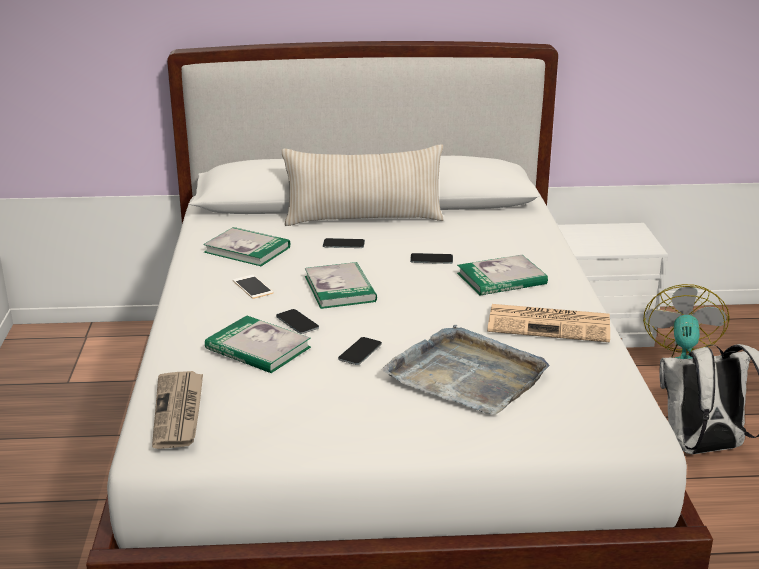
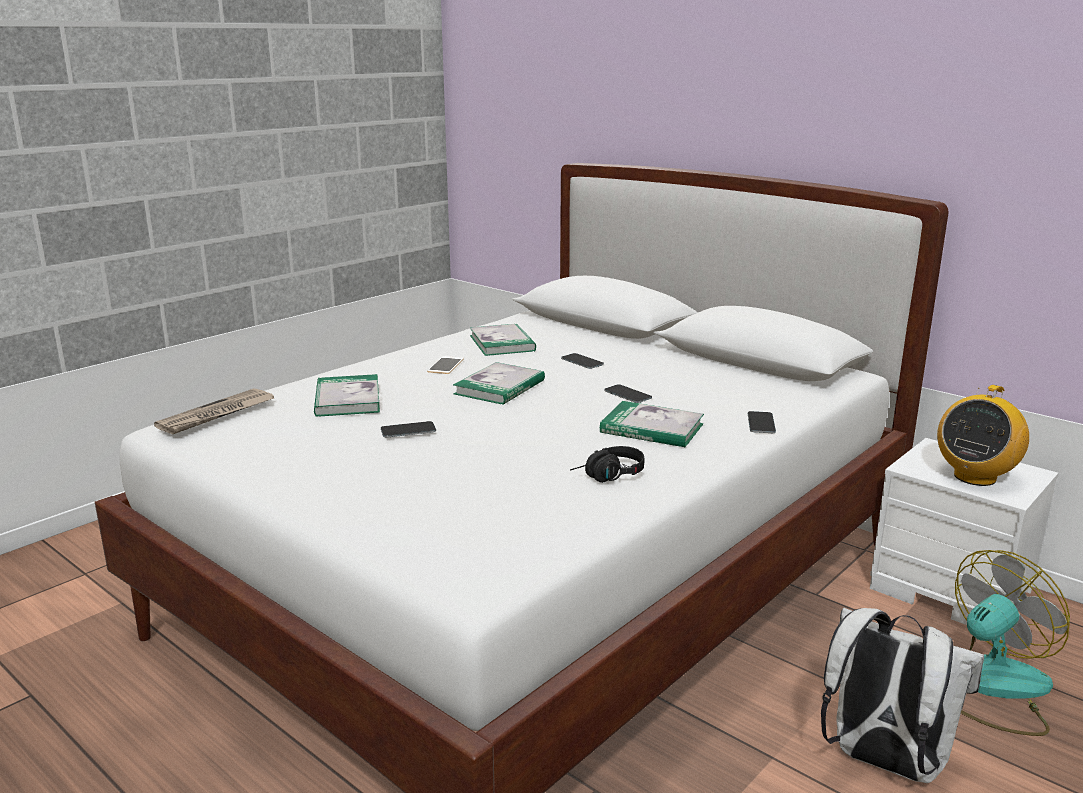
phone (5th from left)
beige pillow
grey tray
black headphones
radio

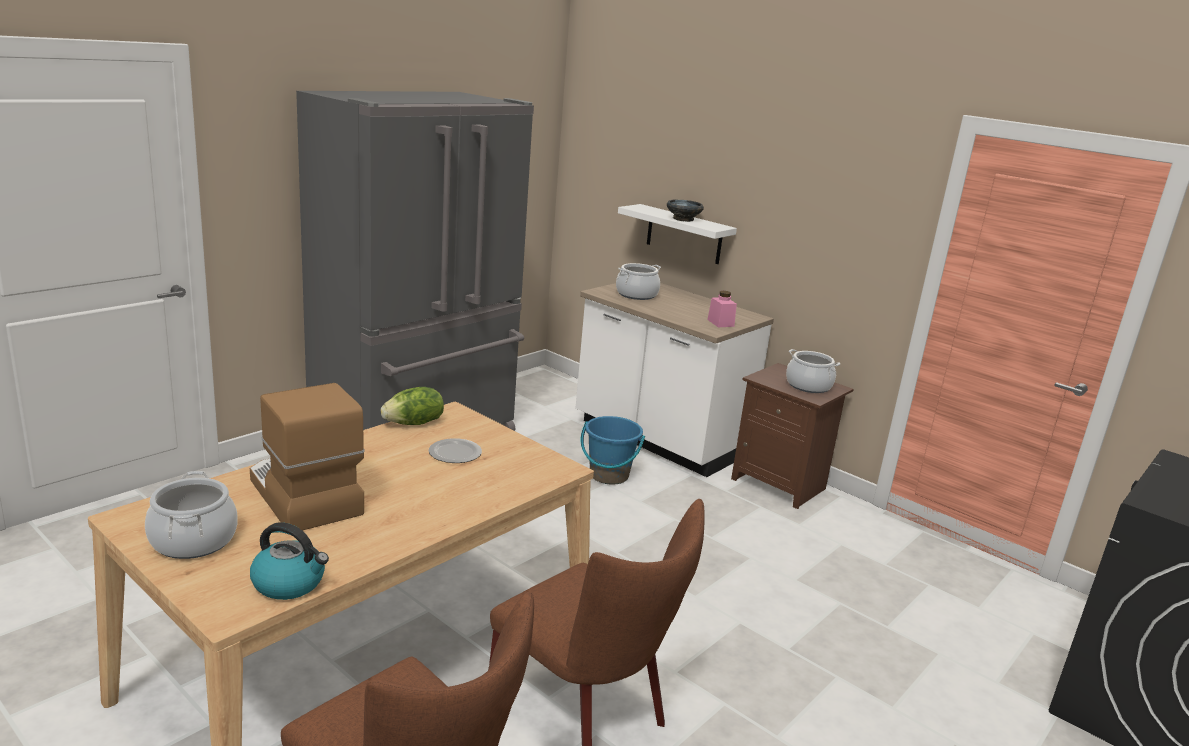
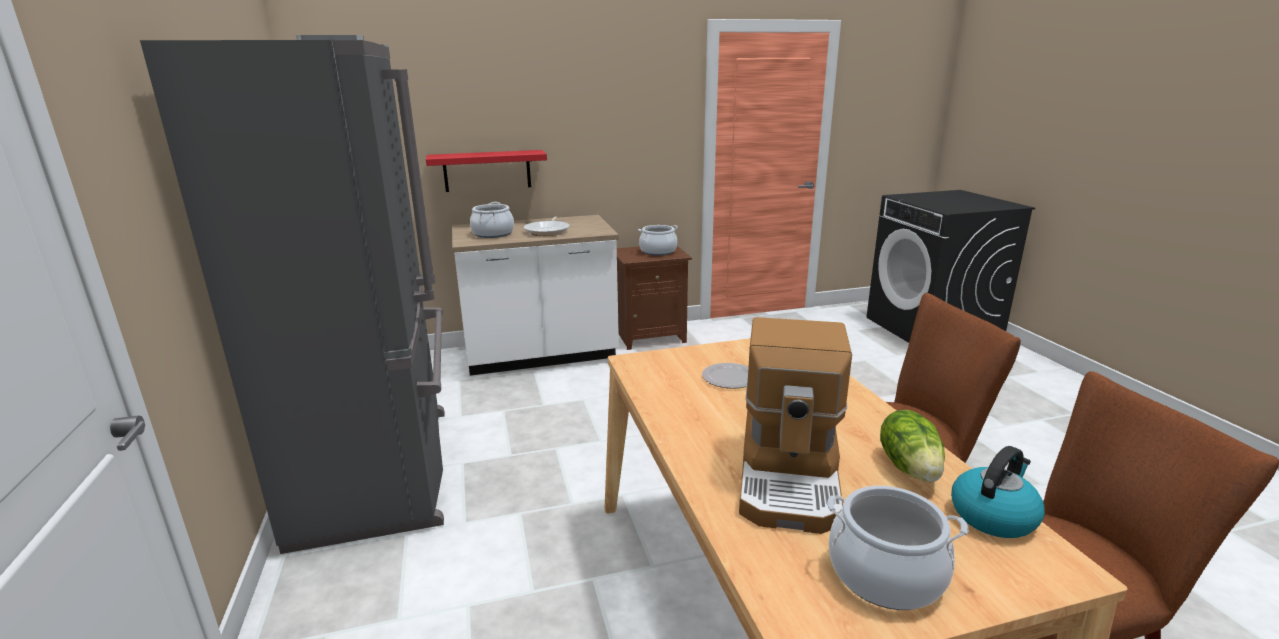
coffee machine
lettuce
blue bucket
red shelf
black bowl
pink jar
frying pan

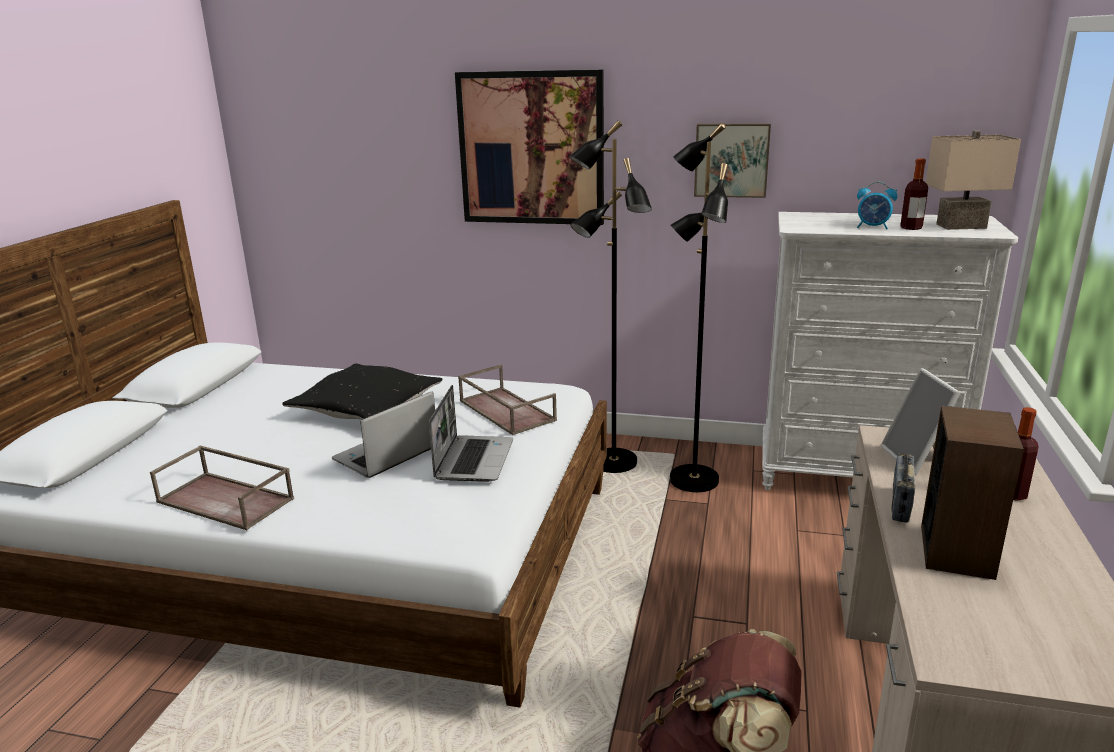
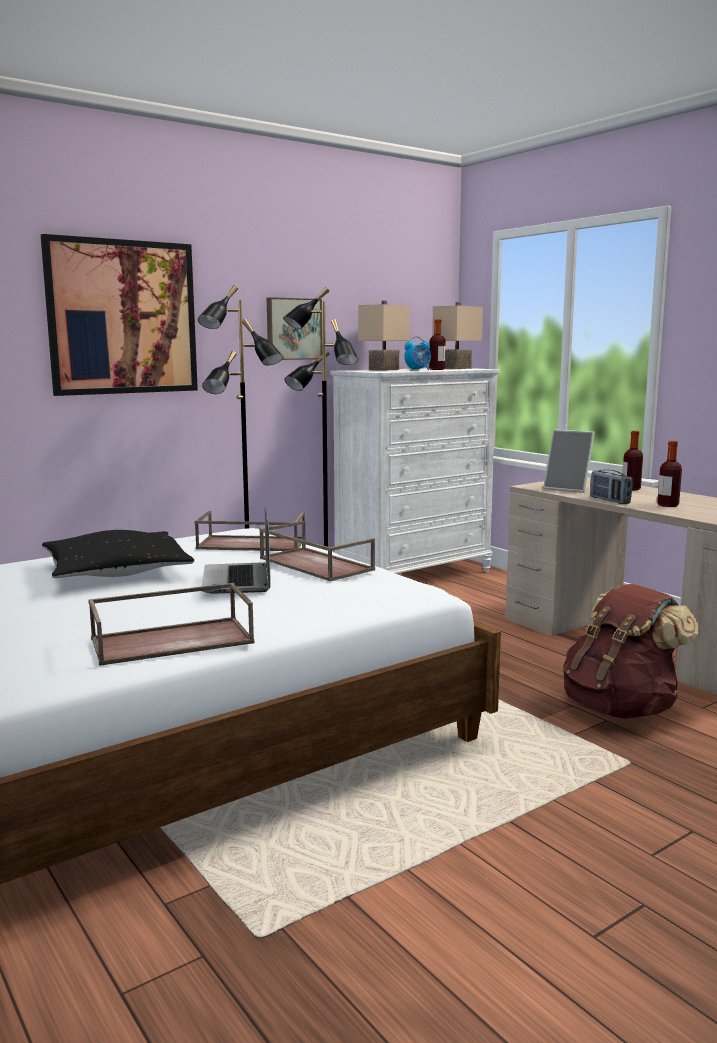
brown tray (3rd from left)
bottle (3rd from left)
beige table lamp (1st from left)

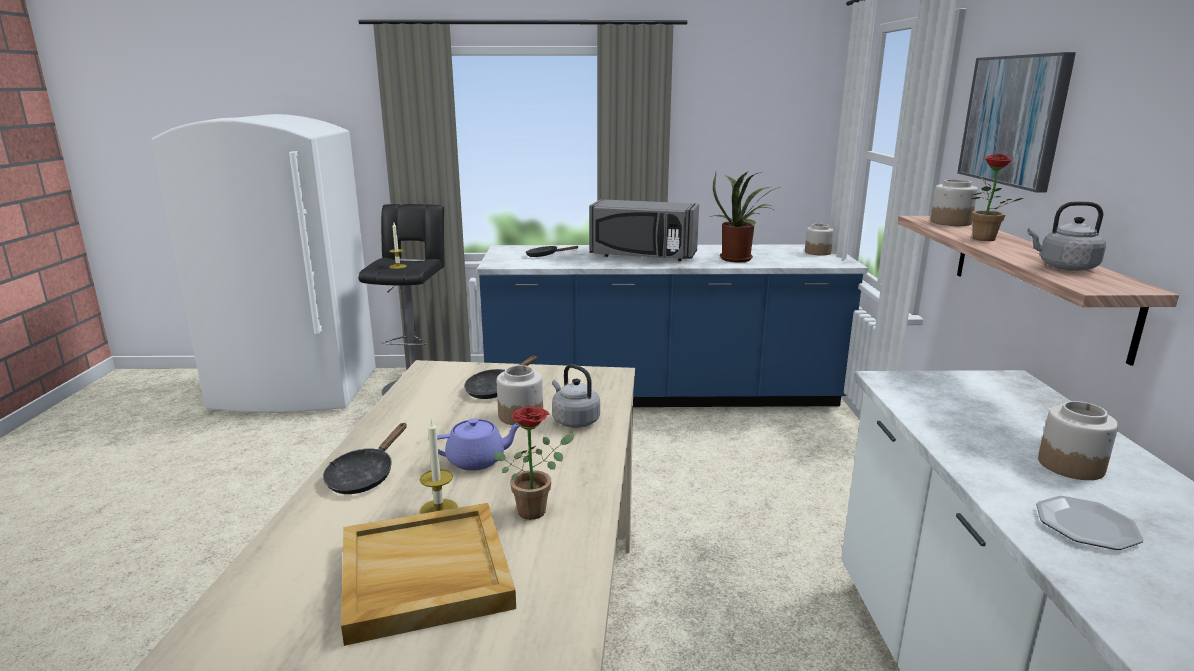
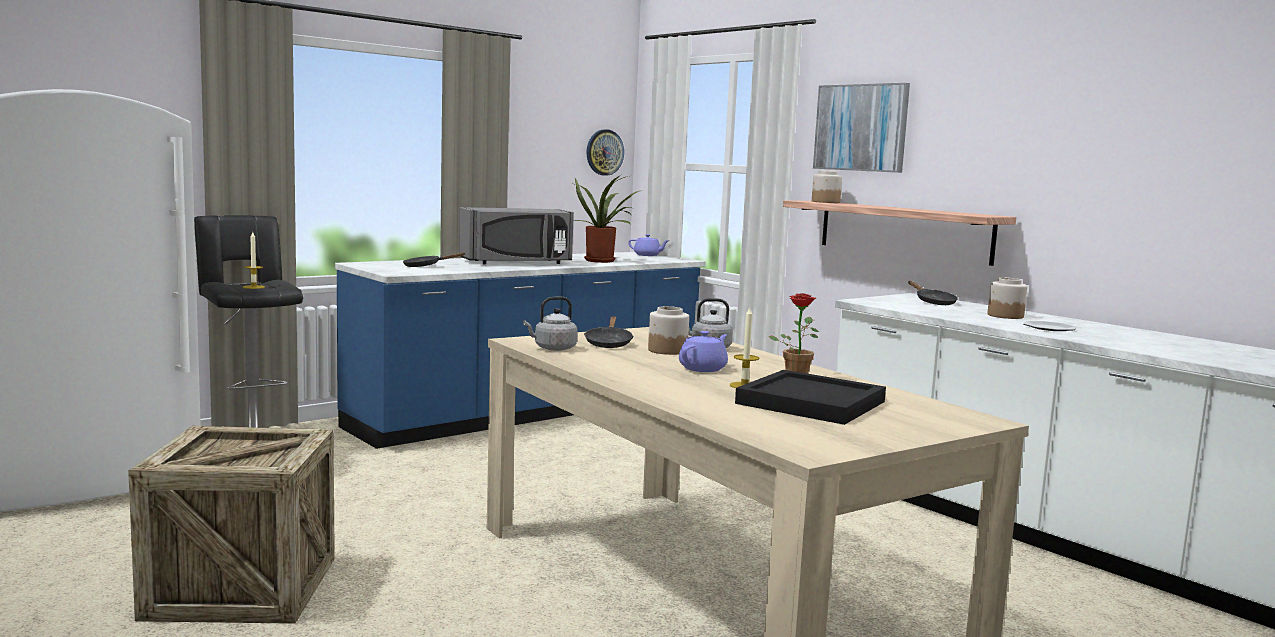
black frying pan (3rd from left)
black tray
purple teapot (1st from left)
potted plant (3rd from left in the first image)
grey kettle (1st from left)
crate
wall clock

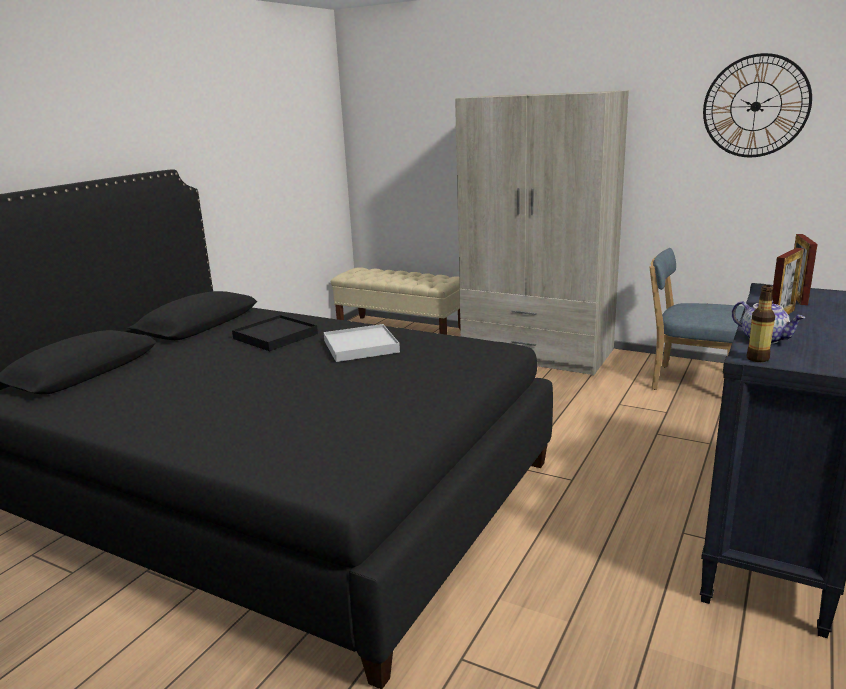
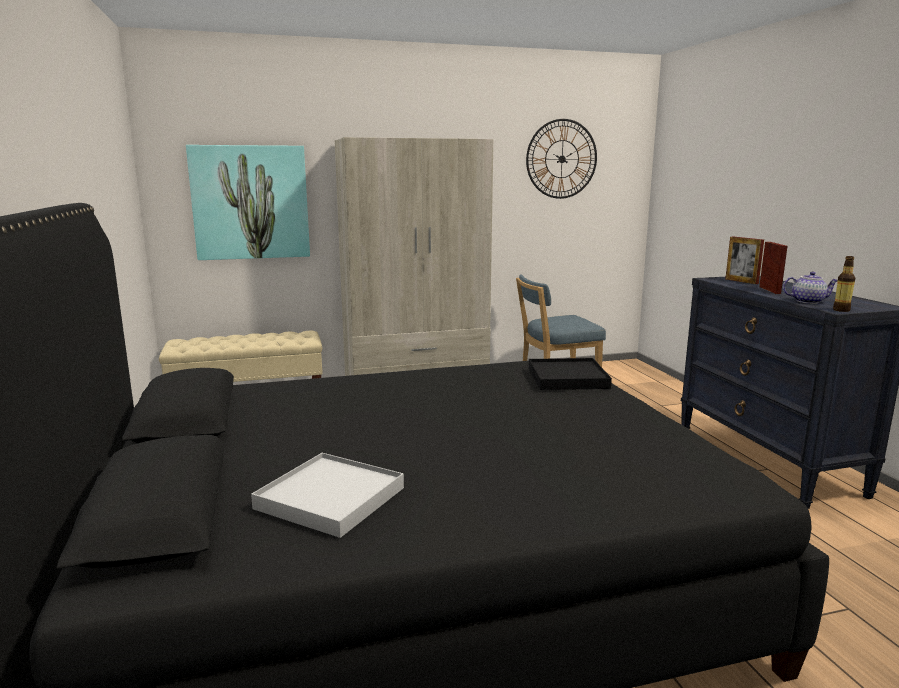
black tray
white tray
picture

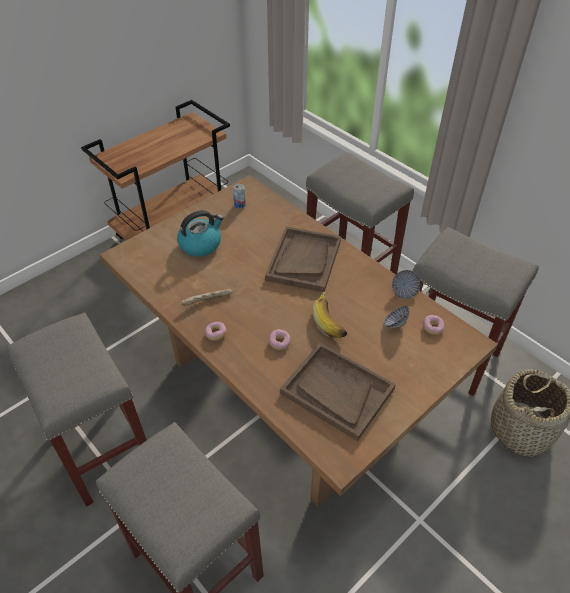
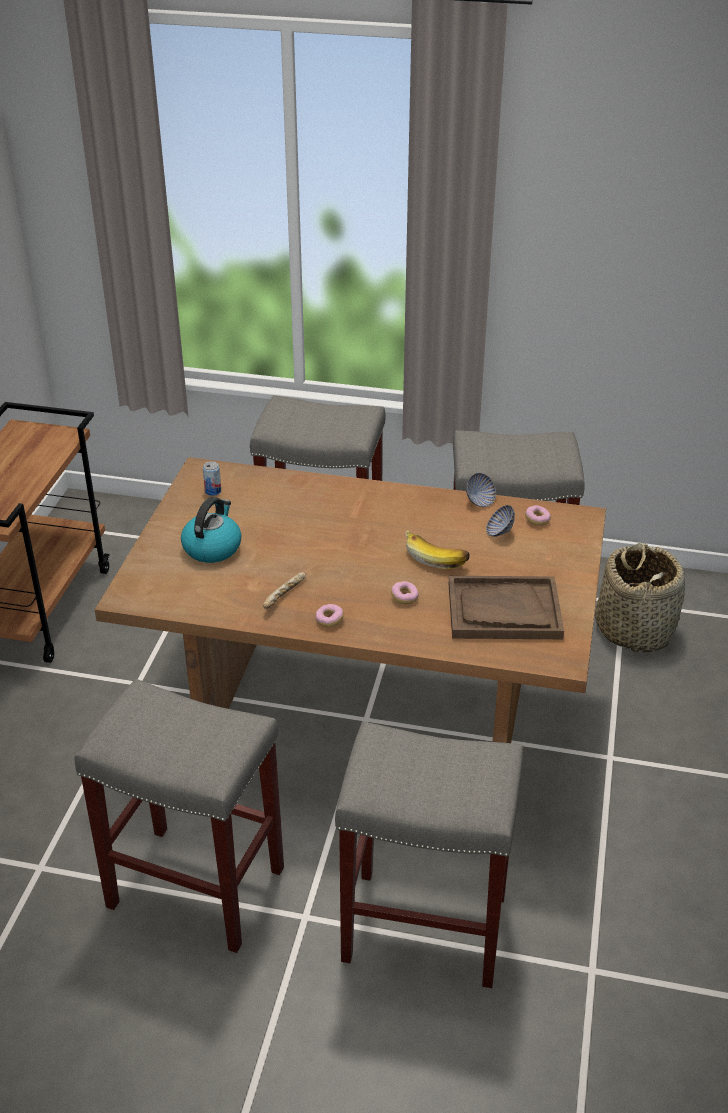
brown tray (1st from left in the first image)

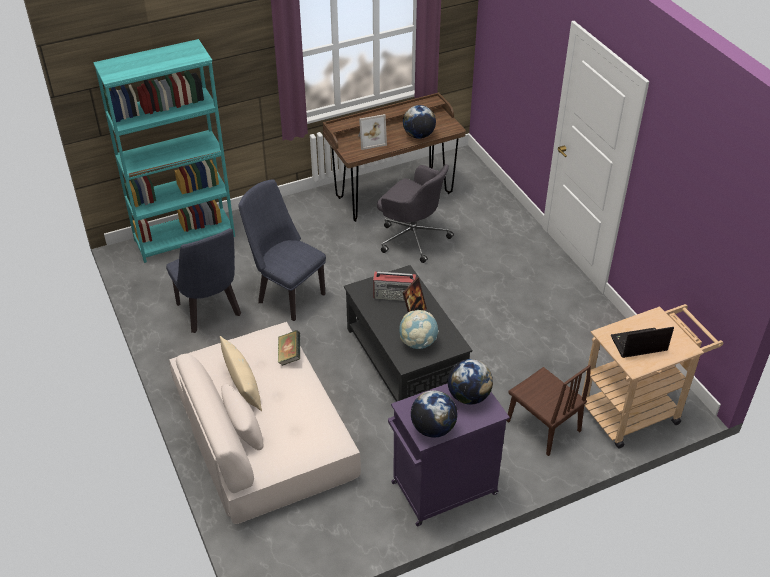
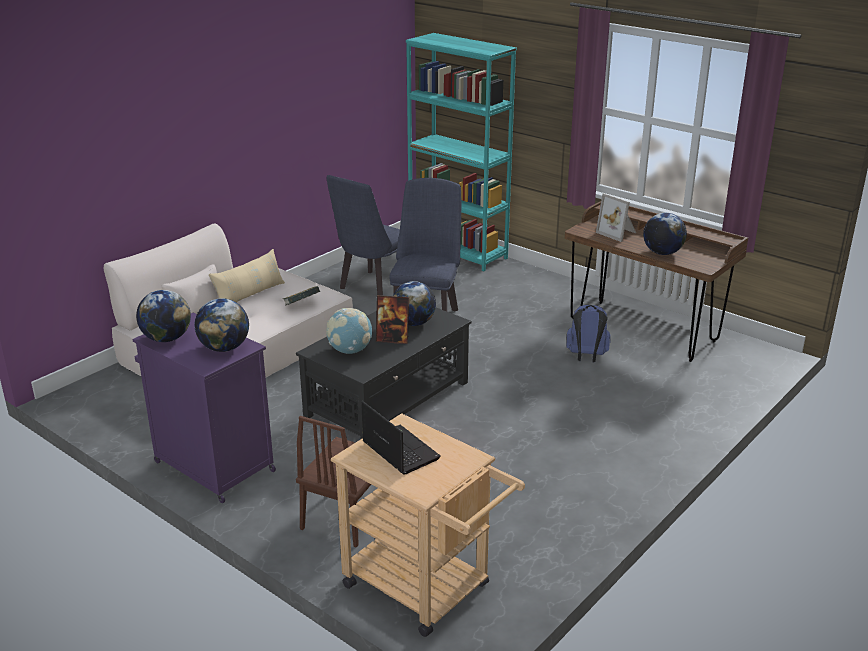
globe (4th from left)
blue backpack

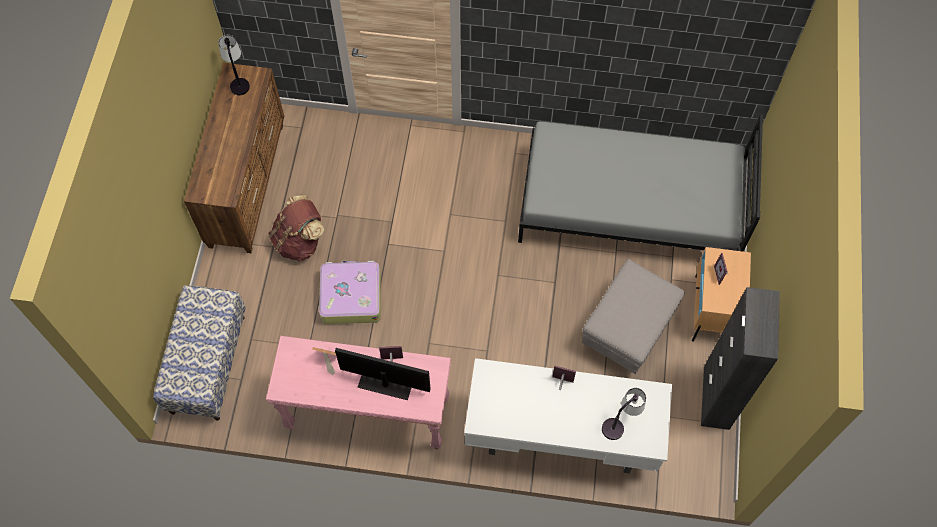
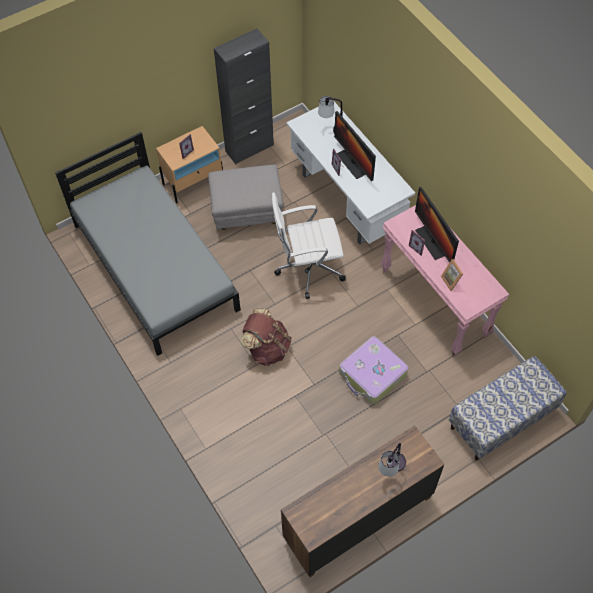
table lamp (2nd from left)
brown backpack
white office chair
monitor (1st from left)

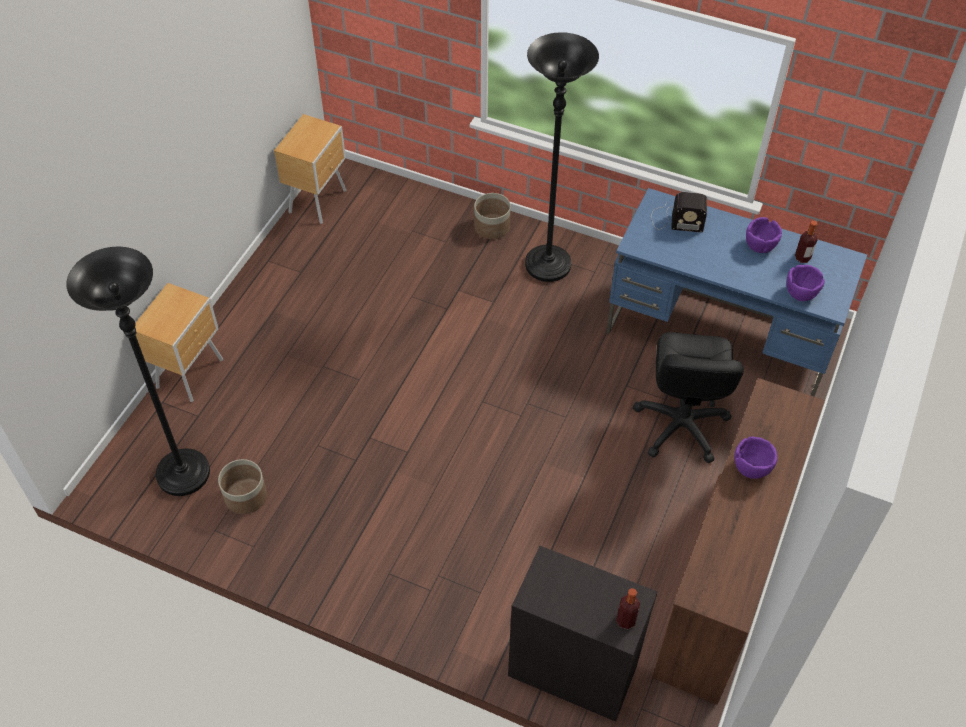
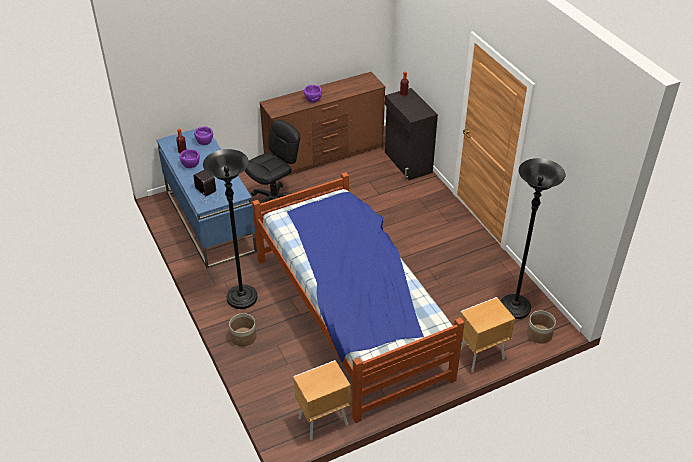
planter (2nd from left)
bed

